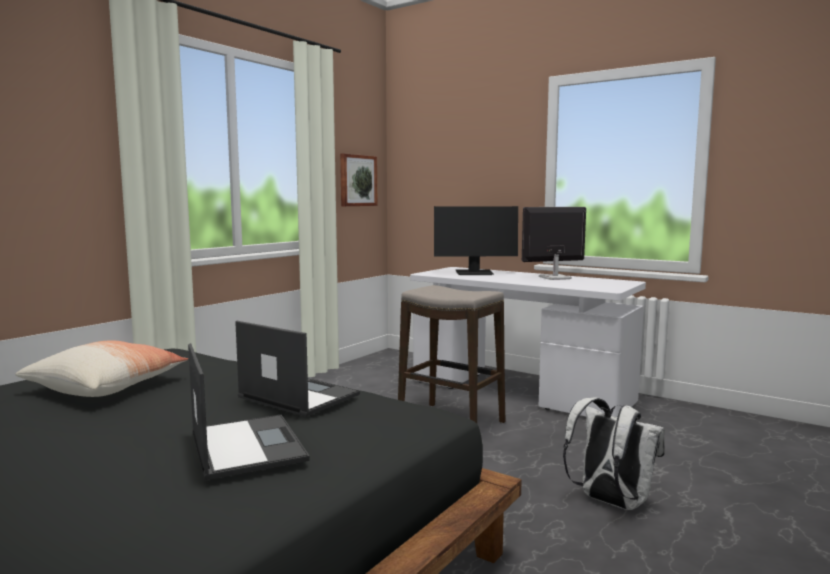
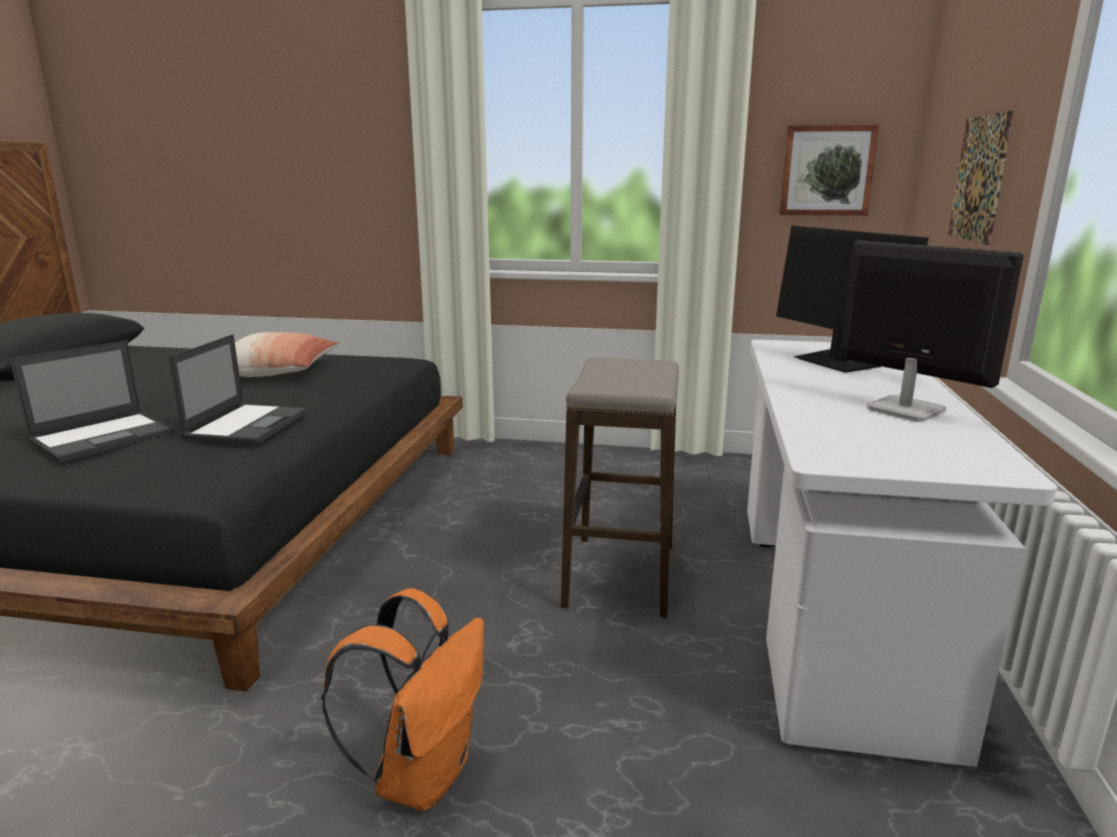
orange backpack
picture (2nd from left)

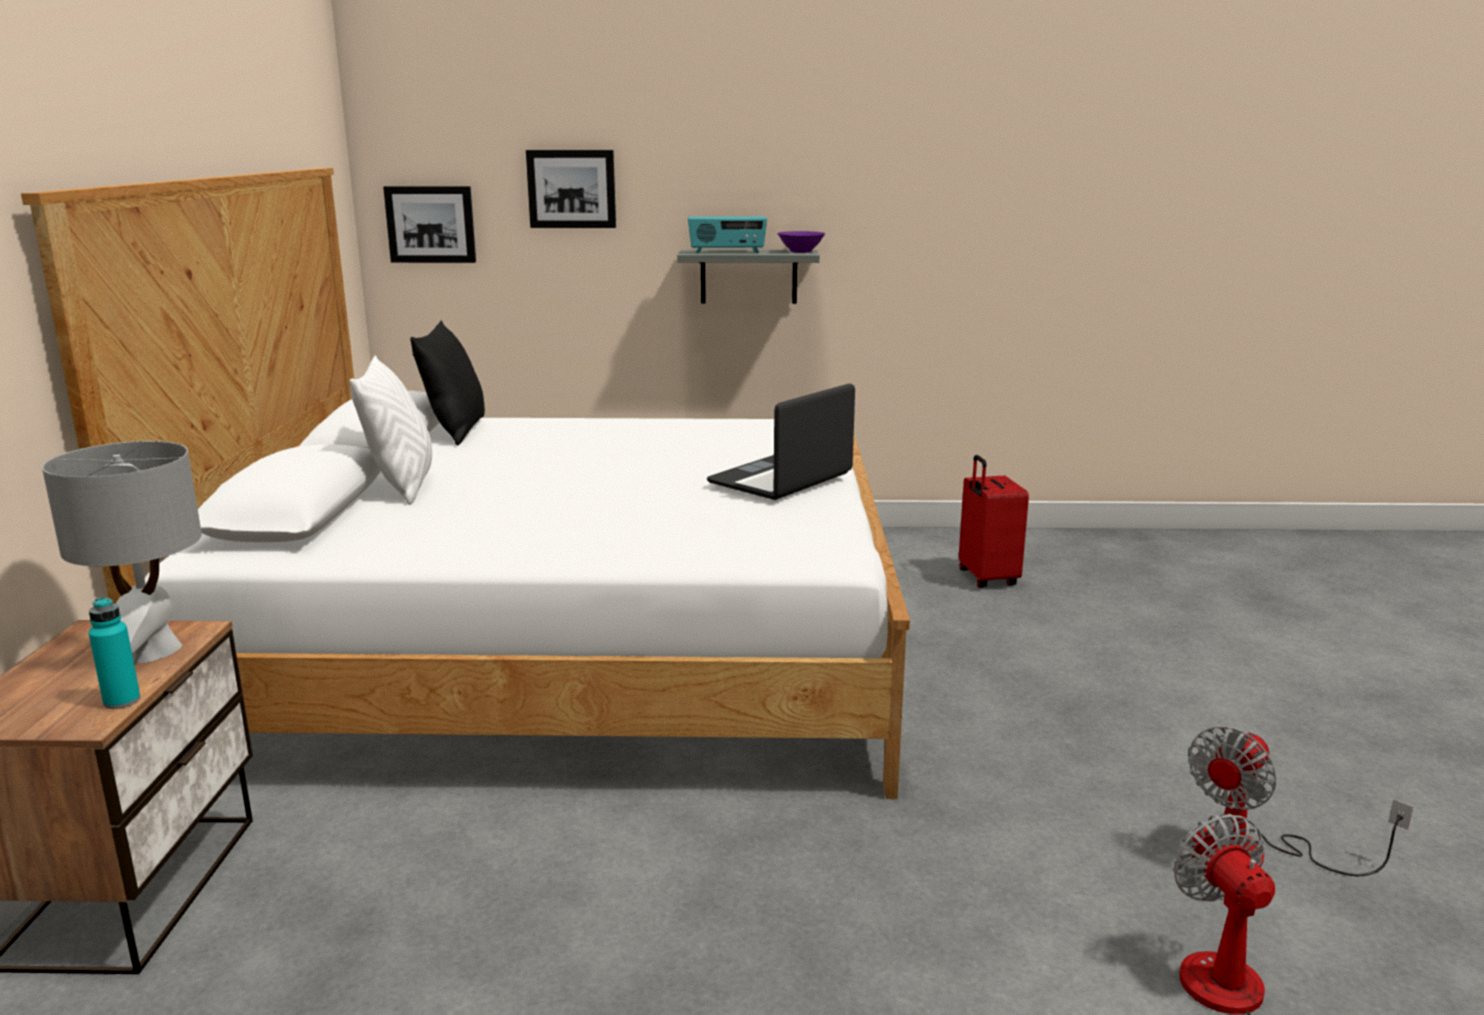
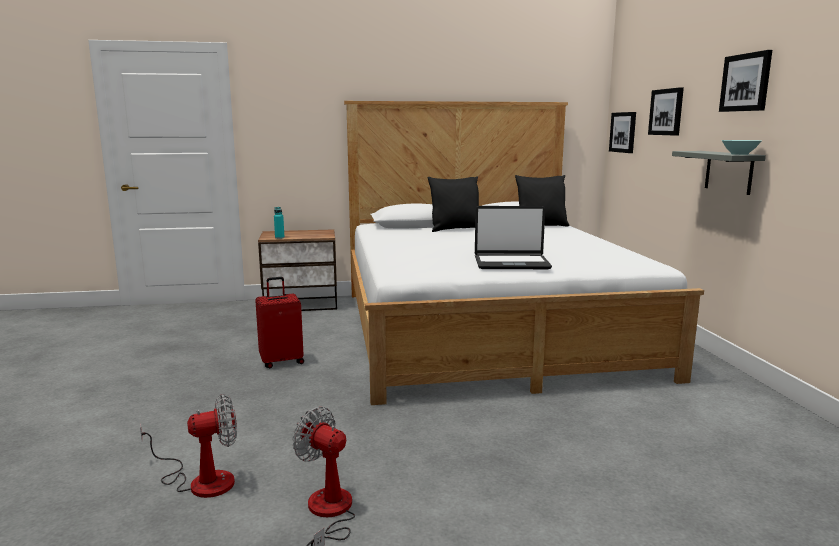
grey table lamp
black pillow (1st from left)
radio
laptop
turquoise bowl
red suitcase
picture (3rd from left)

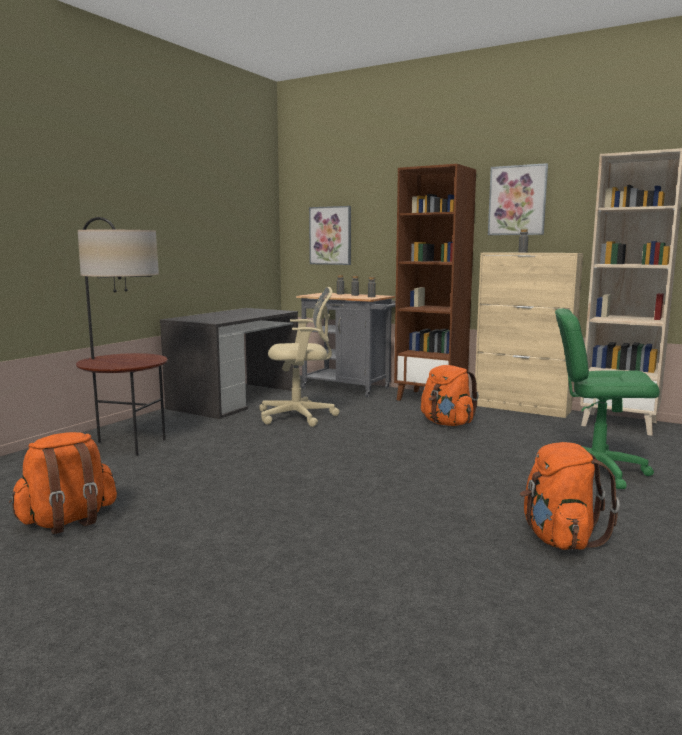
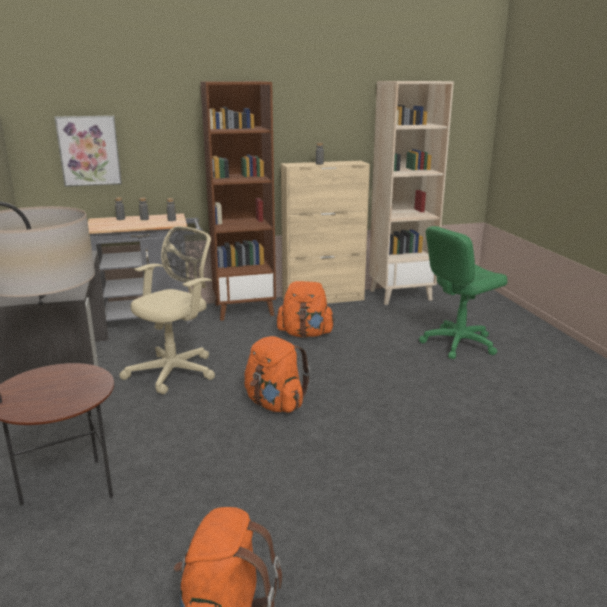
picture (2nd from left in the first image)
orange backpack (2nd from left)

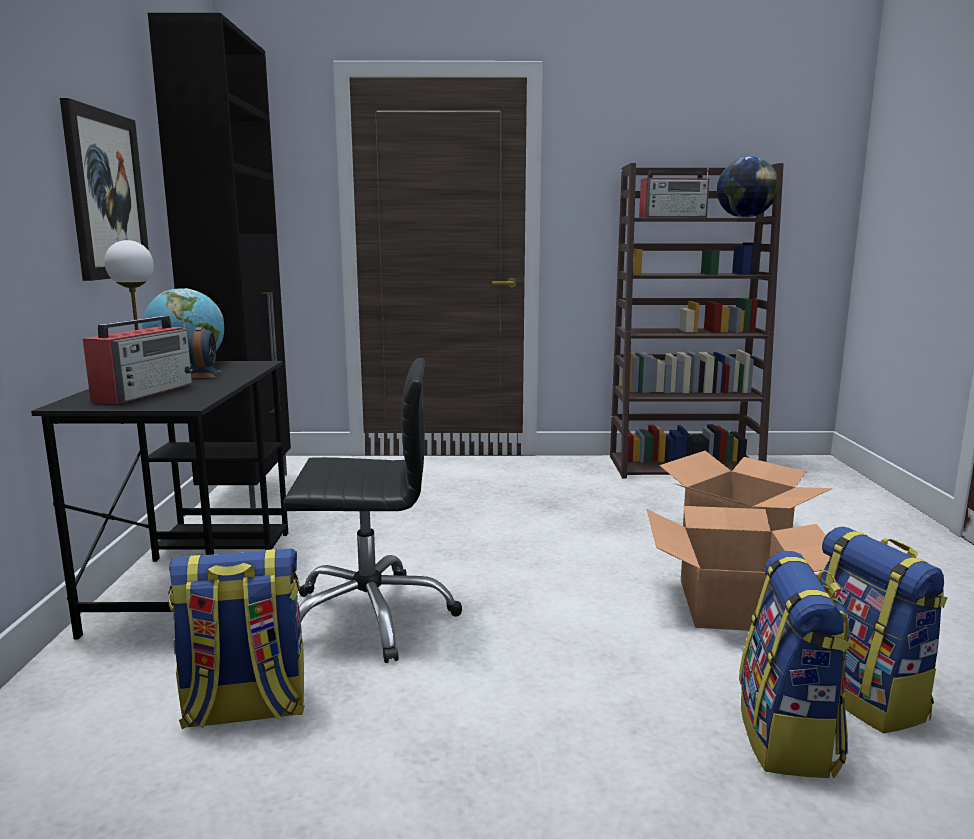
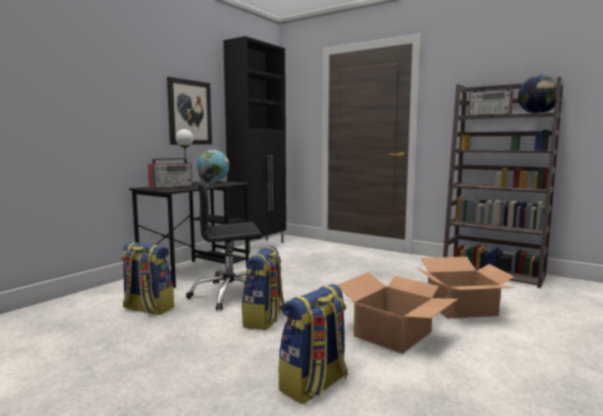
black office chair
backpack (2nd from left)

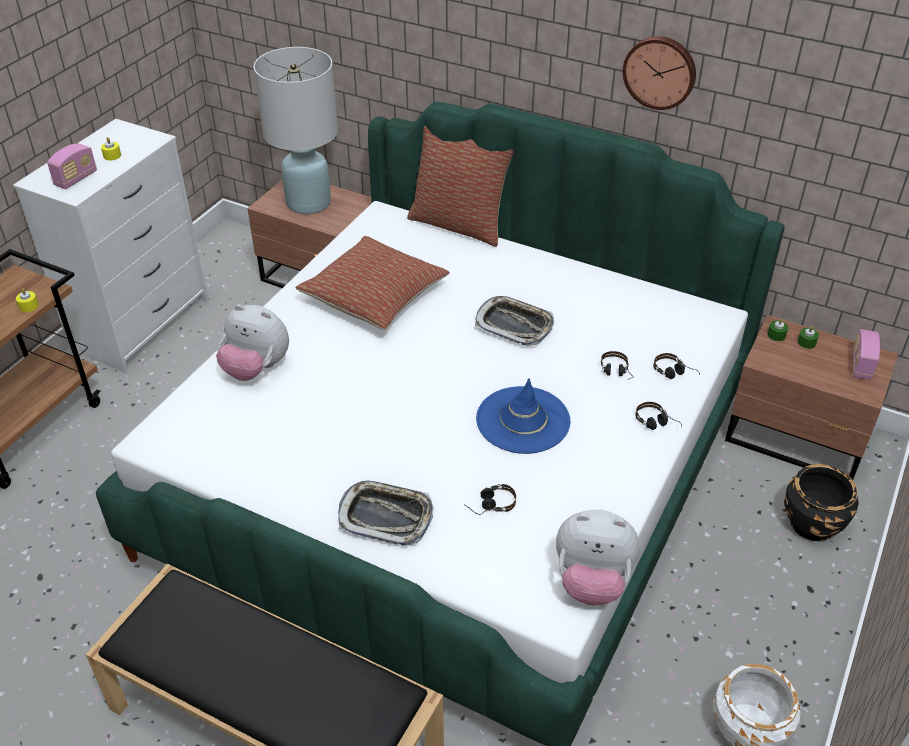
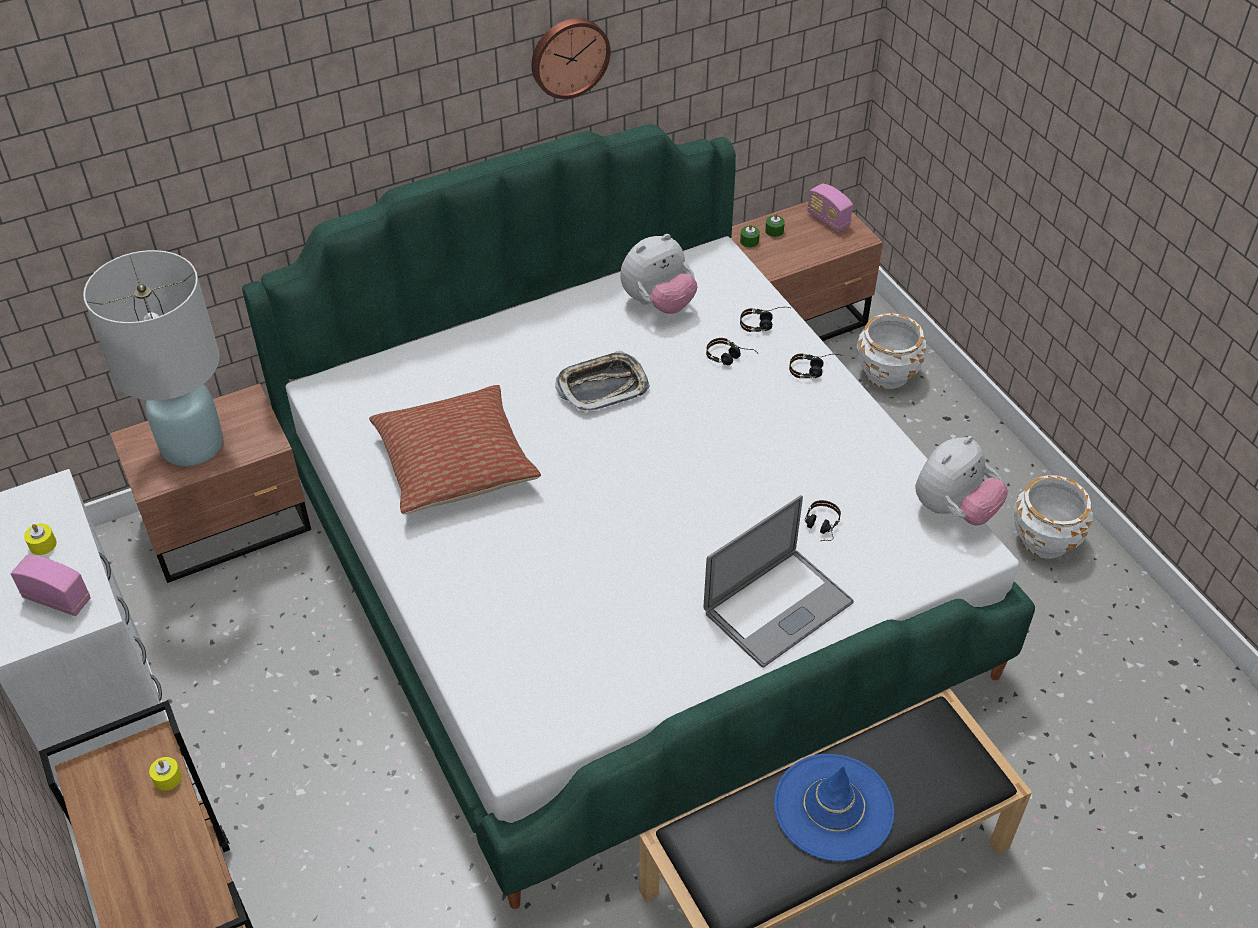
radio (1st from left)
plush toy (1st from left)
laptop
pillow (2nd from left in the first image)
blue hat
white planter (1st from left)

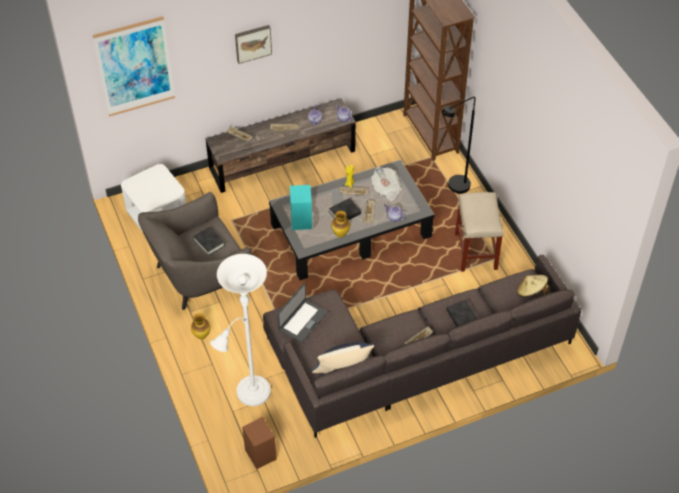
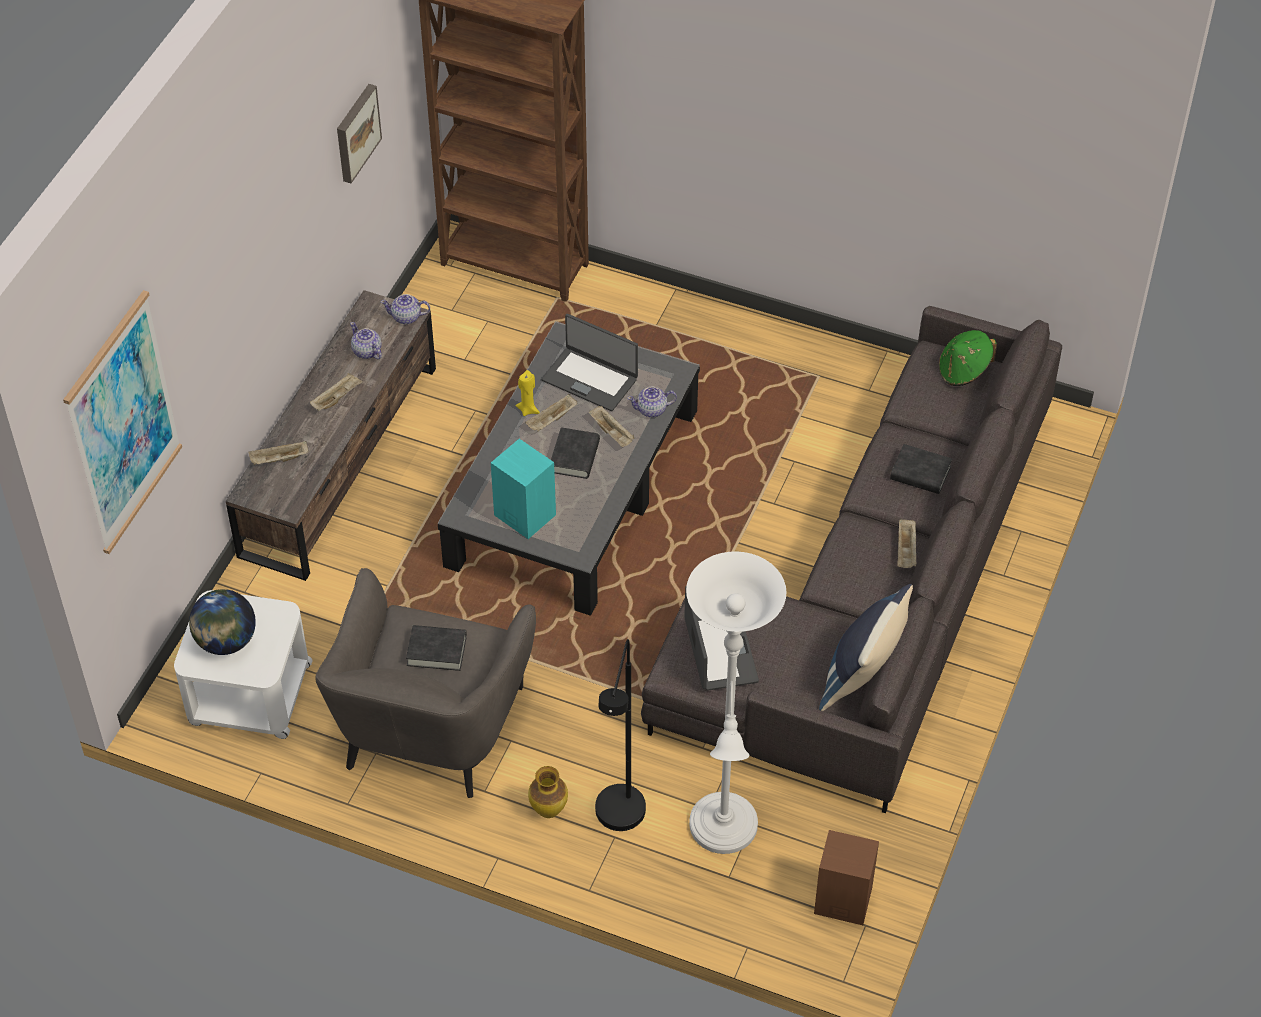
picture (2nd from left)
vase (2nd from left in the first image)
laptop (1st from left)
black floor lamp
beige stool
green hat
globe

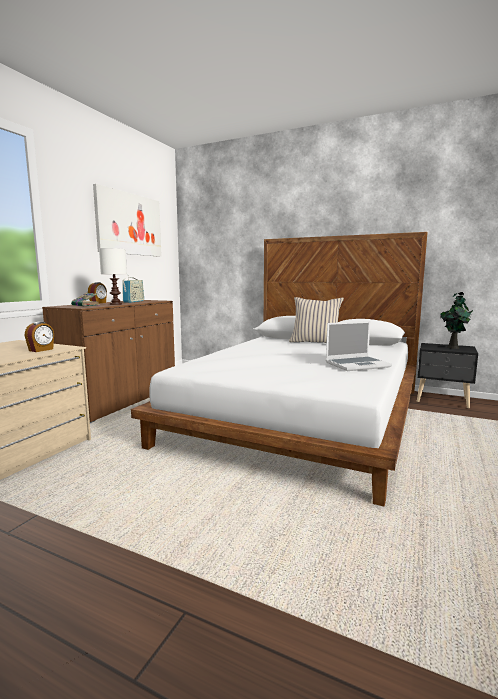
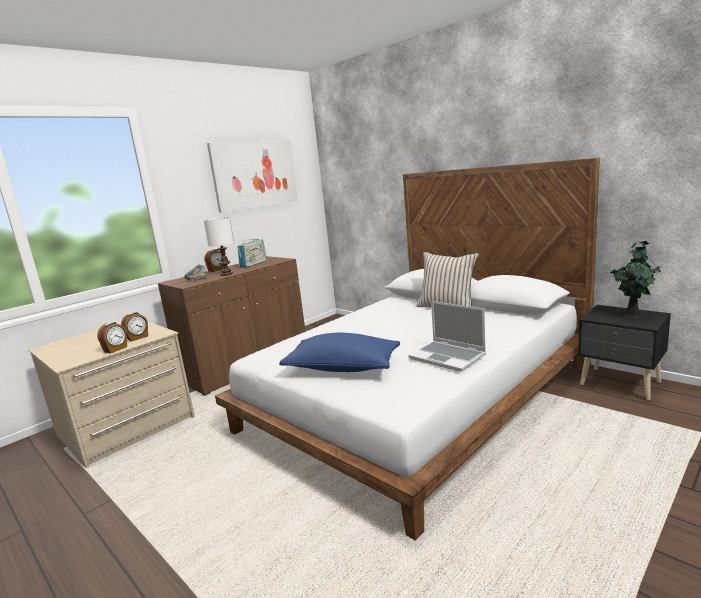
laptop
alarm clock (1st from left)
blue pillow

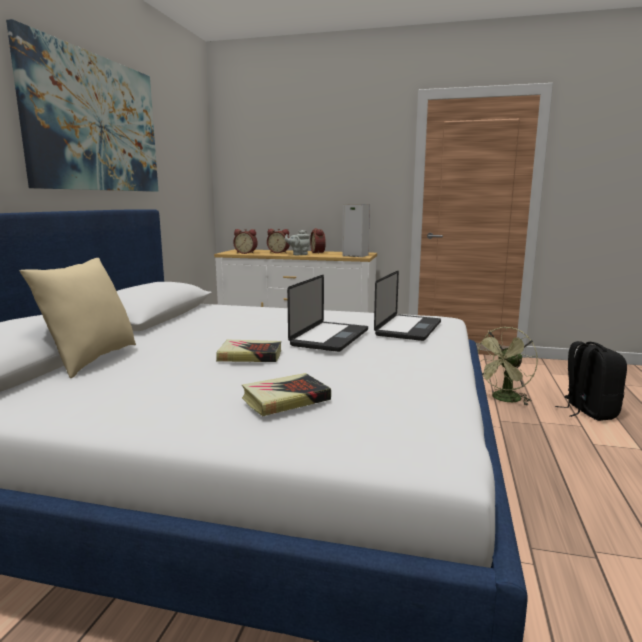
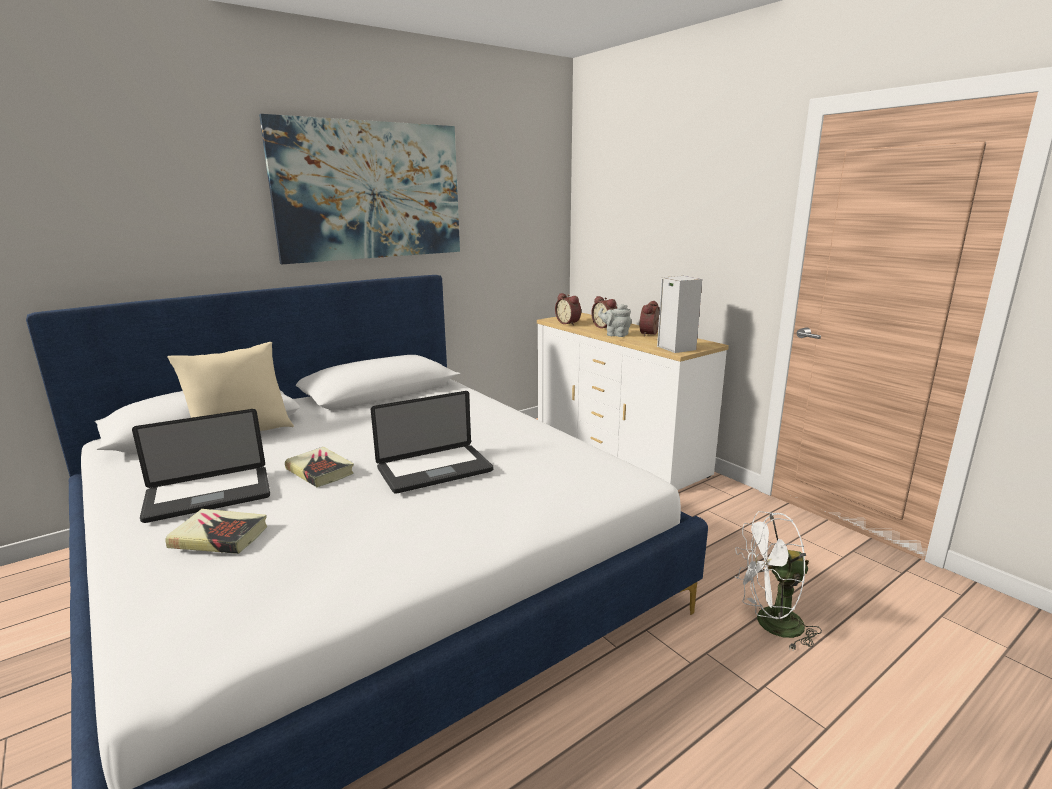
laptop (1st from left)
white fan
black backpack

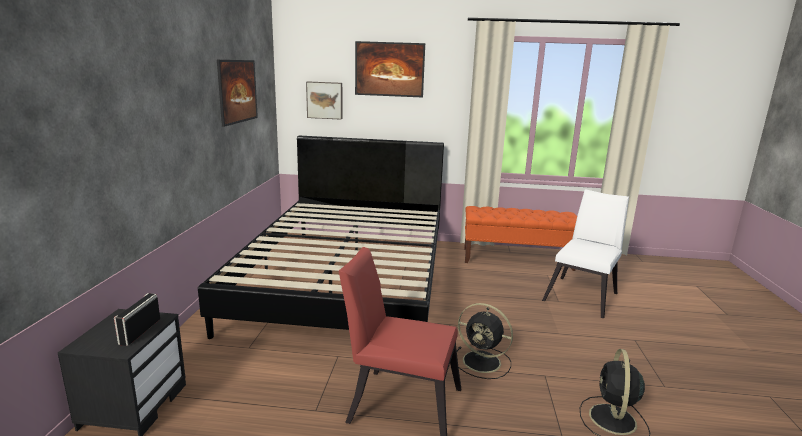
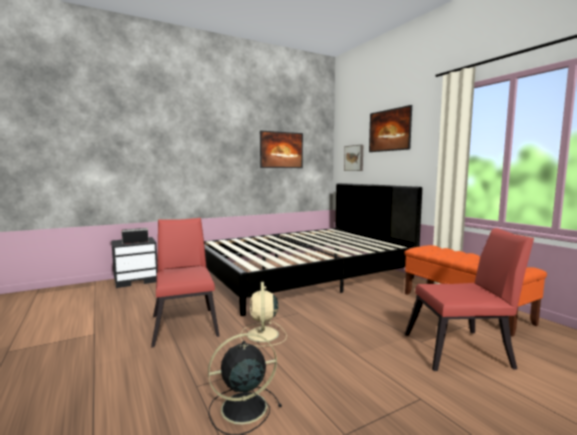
beige fan
red chair (2nd from left)

